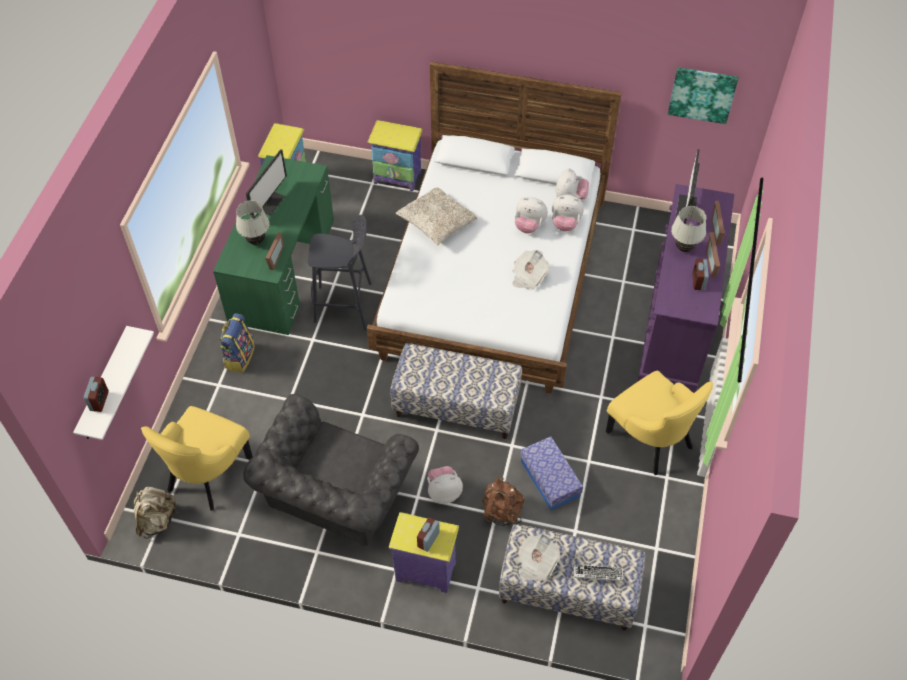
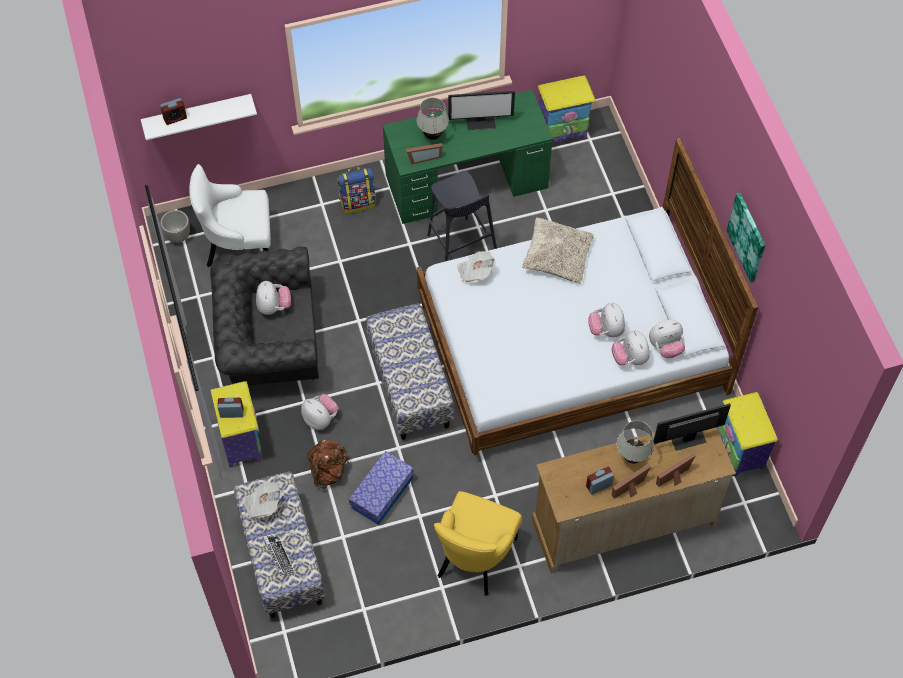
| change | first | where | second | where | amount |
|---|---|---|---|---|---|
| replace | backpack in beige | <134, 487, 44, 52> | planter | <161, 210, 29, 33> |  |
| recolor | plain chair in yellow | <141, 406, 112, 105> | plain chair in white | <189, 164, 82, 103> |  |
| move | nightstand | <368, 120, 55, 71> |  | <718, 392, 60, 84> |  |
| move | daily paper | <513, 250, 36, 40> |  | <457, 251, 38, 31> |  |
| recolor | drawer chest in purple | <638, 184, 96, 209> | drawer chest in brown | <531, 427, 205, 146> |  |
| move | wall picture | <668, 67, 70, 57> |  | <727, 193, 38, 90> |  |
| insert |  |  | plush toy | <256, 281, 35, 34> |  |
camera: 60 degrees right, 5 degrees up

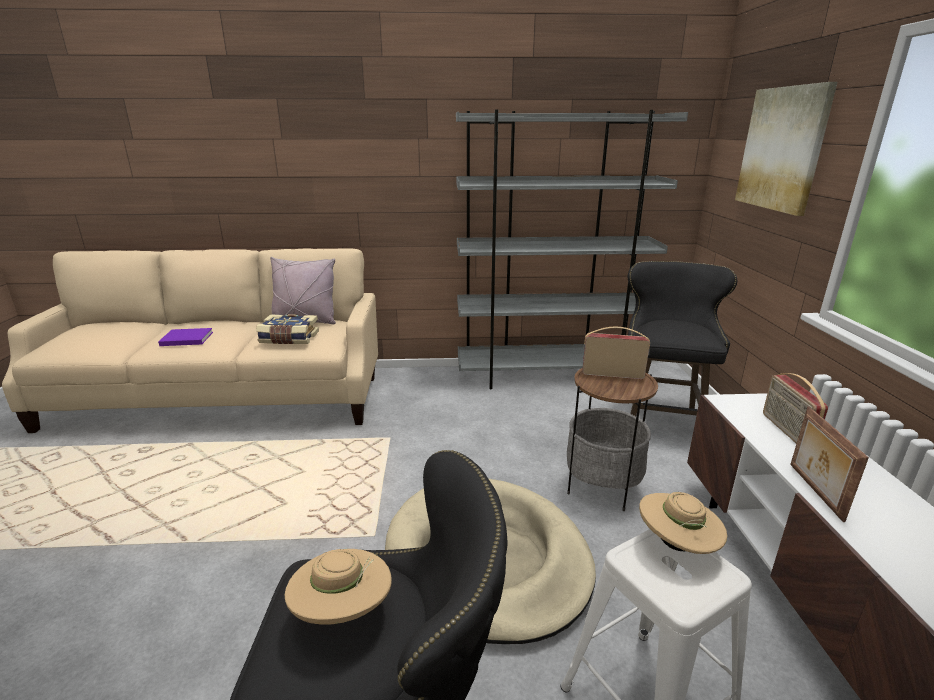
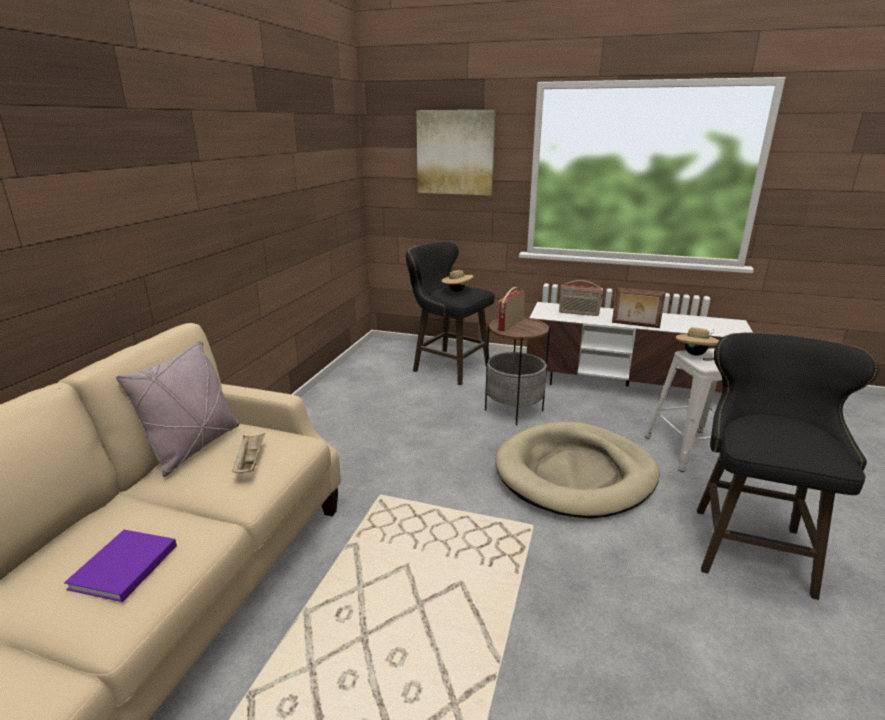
| change | first | where | second | where | amount |
|---|---|---|---|---|---|
| replace | book | <256, 314, 63, 30> | carrying tray in beige | <232, 433, 33, 40> |  |
| move | wearable hat in beige | <285, 549, 107, 76> |  | <441, 270, 32, 22> |  |
| delete | bookcase in gray | <456, 109, 232, 280> |  |  |  |
camera: 70 degrees left, 0 degrees up

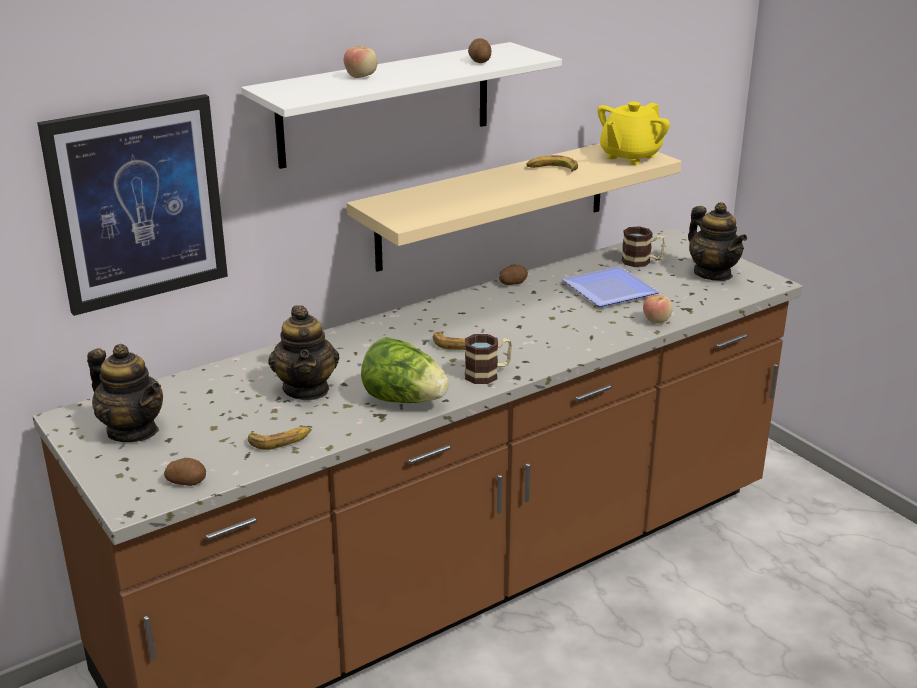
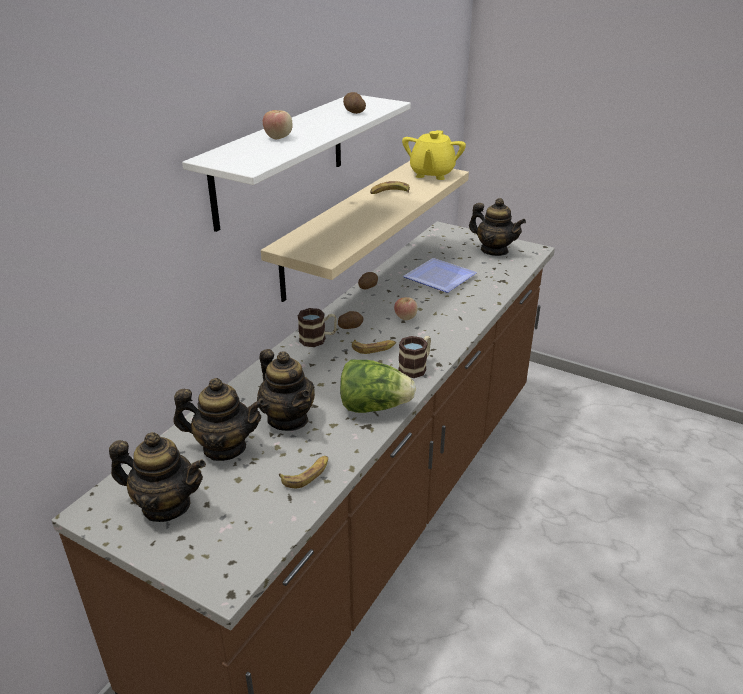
| change | first | where | second | where | amount |
|---|---|---|---|---|---|
| delete | wall picture | <37, 94, 191, 222> |  |  |  |
| move | whole potato | <164, 458, 42, 28> |  | <338, 311, 26, 18> |  |
| move | tea mug | <621, 226, 44, 41> |  | <298, 308, 39, 39> |  |
| move | whole apple | <643, 295, 29, 29> |  | <394, 297, 24, 23> |  |
| insert |  |  | teapot | <173, 378, 92, 83> |  |
camera: 25 degrees left, 5 degrees up

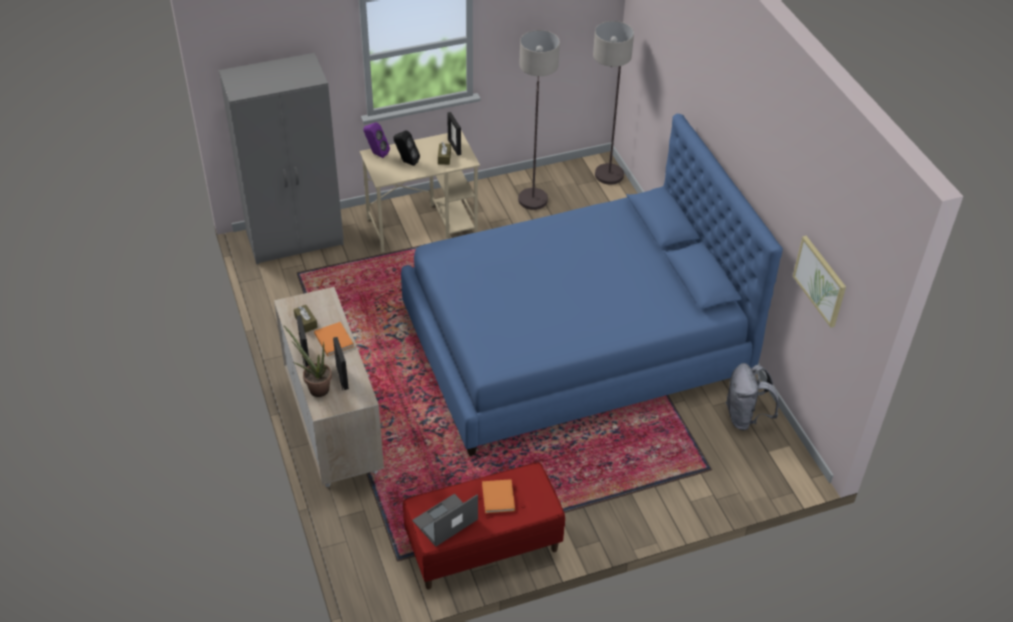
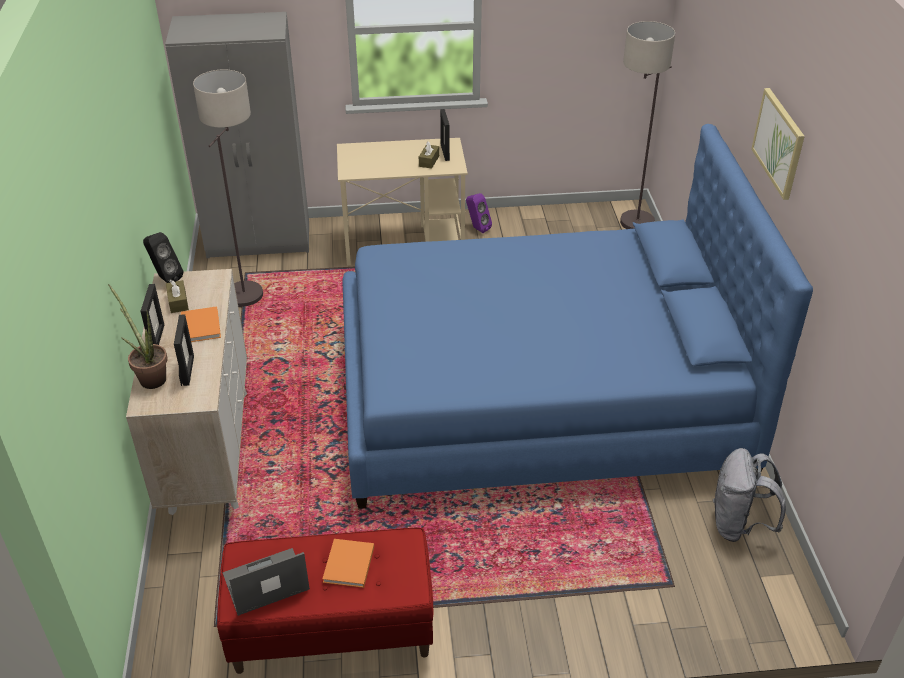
| change | first | where | second | where | amount |
|---|---|---|---|---|---|
| move | speaker in purple | <363, 122, 27, 36> |  | <466, 193, 26, 40> |  |
| move | speaker in blackish | <393, 130, 27, 36> |  | <143, 232, 40, 51> |  |
| move | floor lamp in gray | <518, 30, 42, 180> |  | <193, 69, 70, 238> |  |
| move | wall picture | <793, 236, 53, 92> |  | <751, 88, 54, 112> |  |
camera: 15 degrees right, 5 degrees down

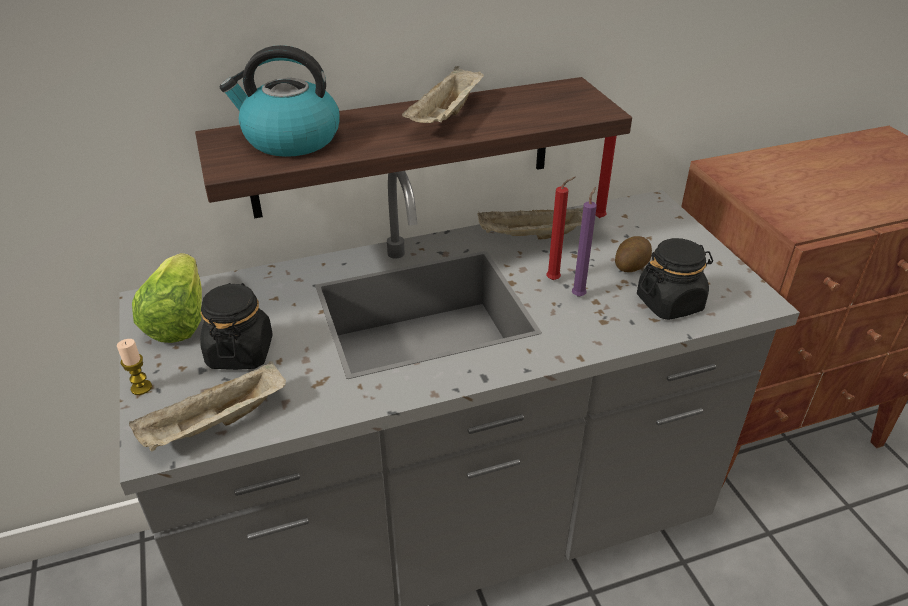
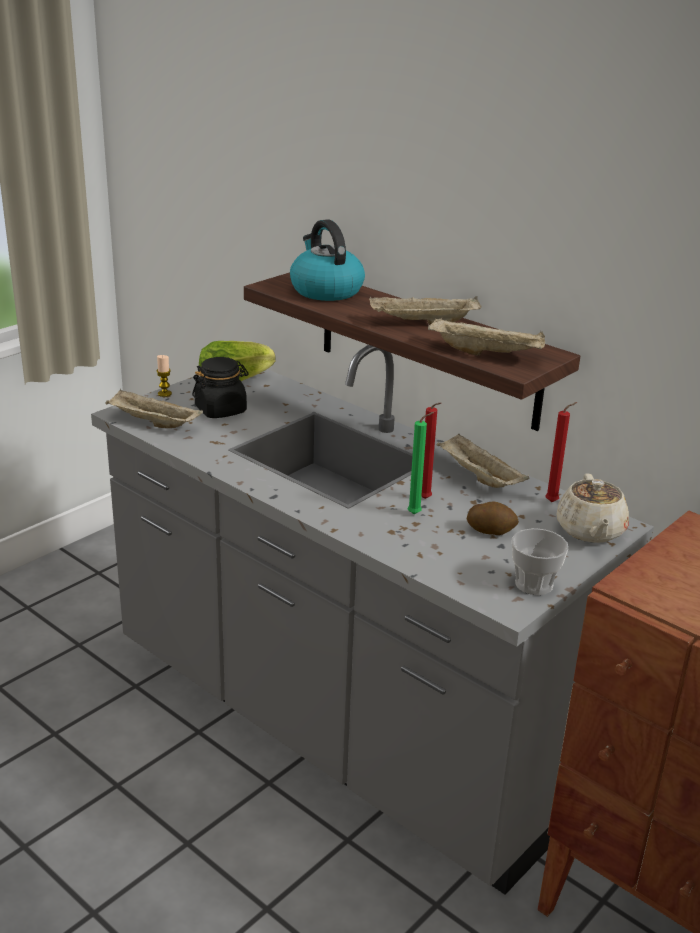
| change | first | where | second | where | amount |
|---|---|---|---|---|---|
| recolor | candle in purple | <572, 187, 25, 110> | candle in greenish | <408, 412, 26, 102> |  |
| delete | storage jar in blackish | <637, 238, 76, 82> |  |  |  |
| insert |  |  | carrying tray in beige | <428, 318, 117, 38> |  |
| insert |  |  | drinking cup | <512, 528, 56, 67> |  |
| insert |  |  | teapot in beige | <556, 473, 73, 70> |  |
camera: 60 degrees right, 10 degrees down

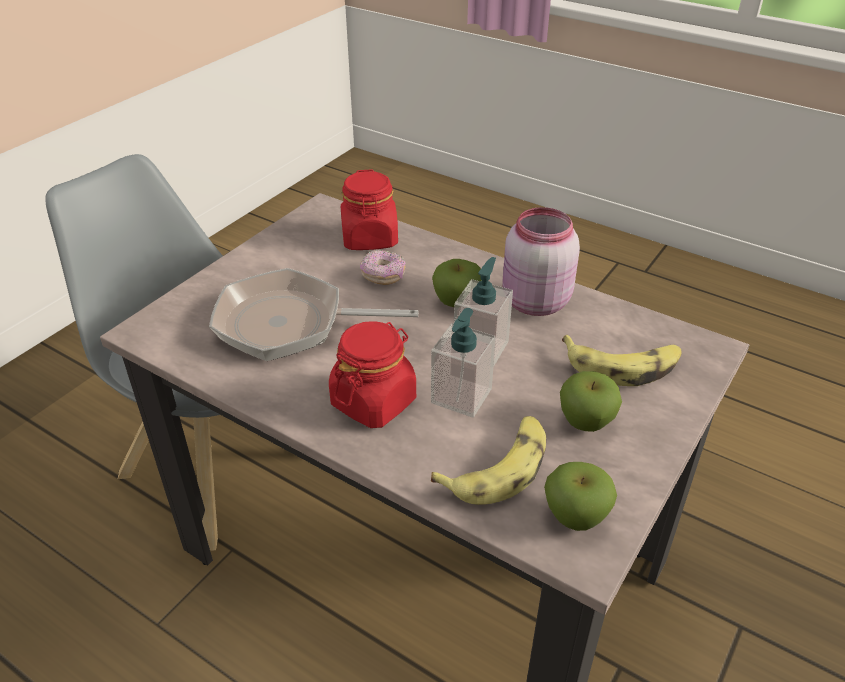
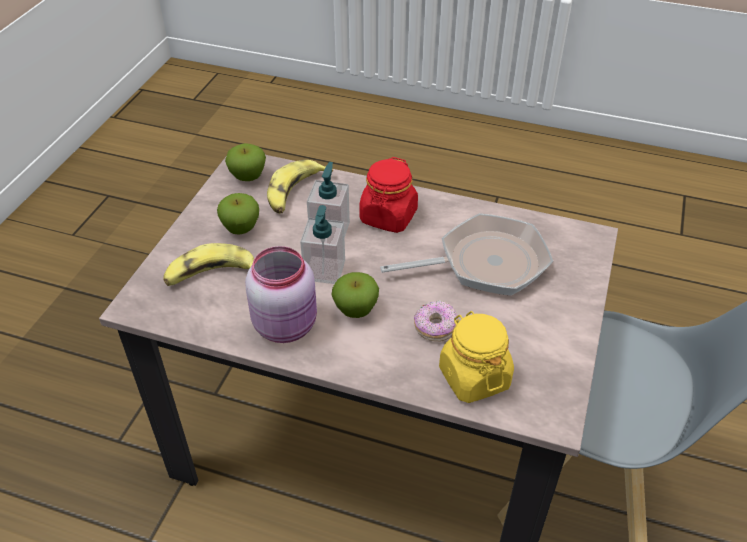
| change | first | where | second | where | amount |
|---|---|---|---|---|---|
| recolor | storage jar in red-coloured | <341, 169, 57, 81> | storage jar in yellow | <439, 311, 75, 92> |  |
camera: 165 degrees right, 5 degrees up

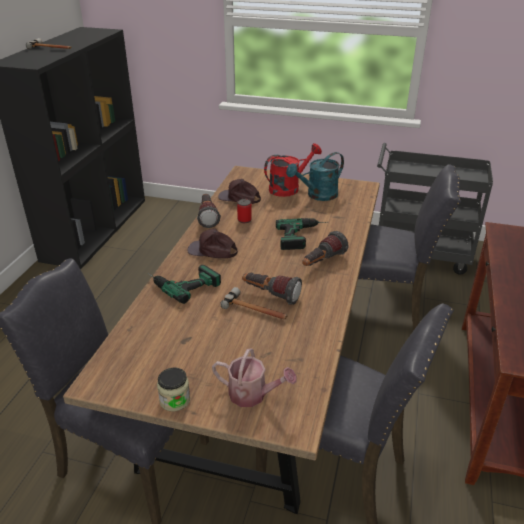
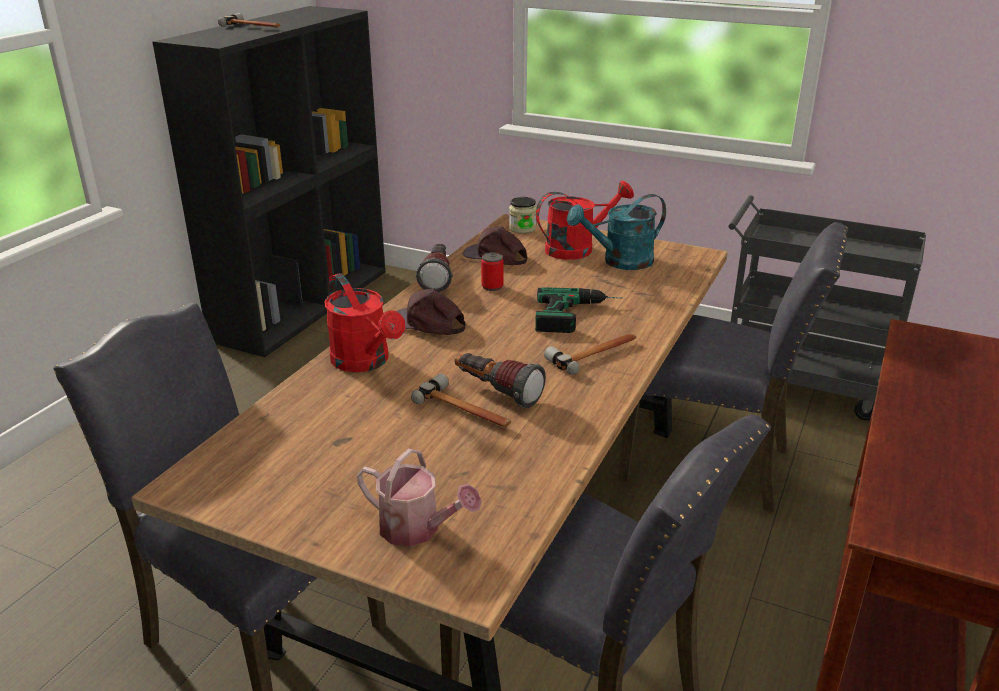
| change | first | where | second | where | amount |
|---|---|---|---|---|---|
| replace | electric drill | <148, 265, 73, 39> | watering can in red-coloured | <324, 273, 81, 99> |  |
| move | storage jar | <157, 367, 33, 44> |  | <509, 197, 28, 36> |  |
| replace | torch | <302, 231, 46, 35> | hand hammer | <544, 333, 93, 42> |  |
camera: 10 degrees right, 5 degrees down

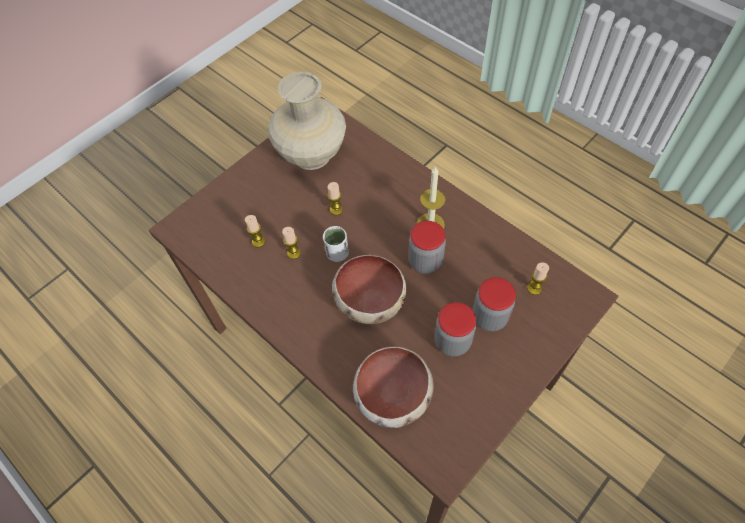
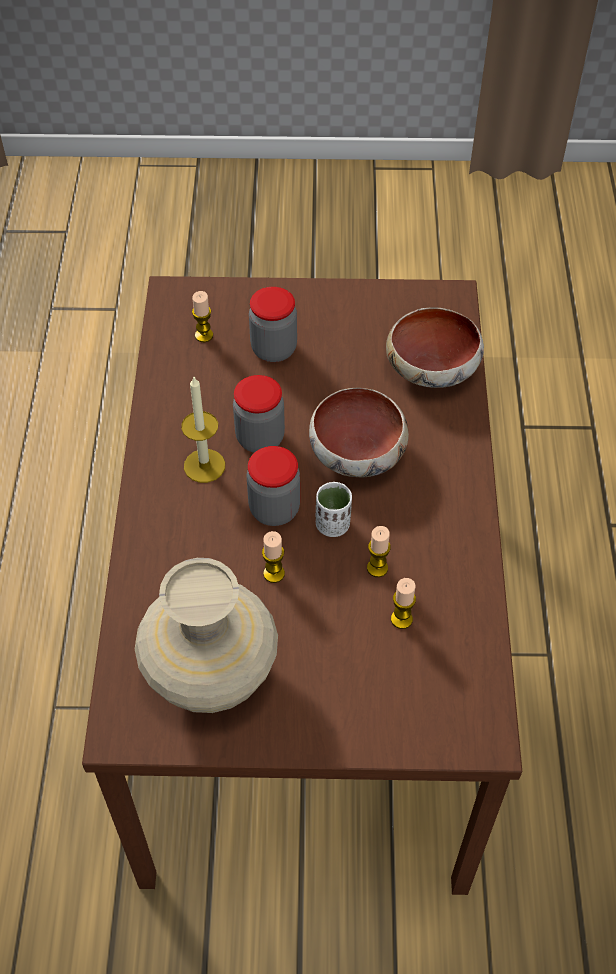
| change | first | where | second | where | amount |
|---|---|---|---|---|---|
| move | storage jar | <434, 302, 42, 55> |  | <247, 446, 53, 80> |  |
camera: 135 degrees left, 5 degrees down

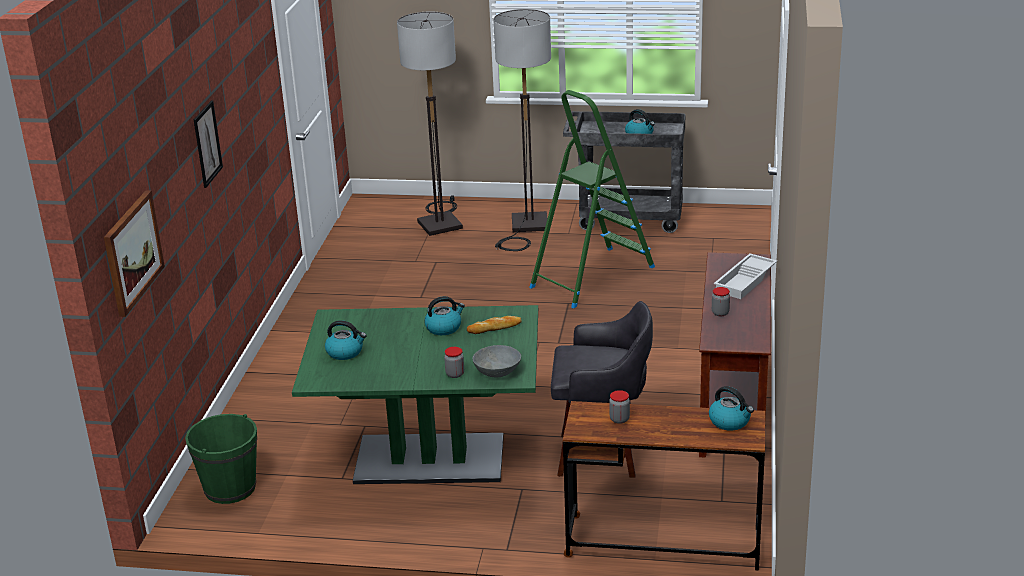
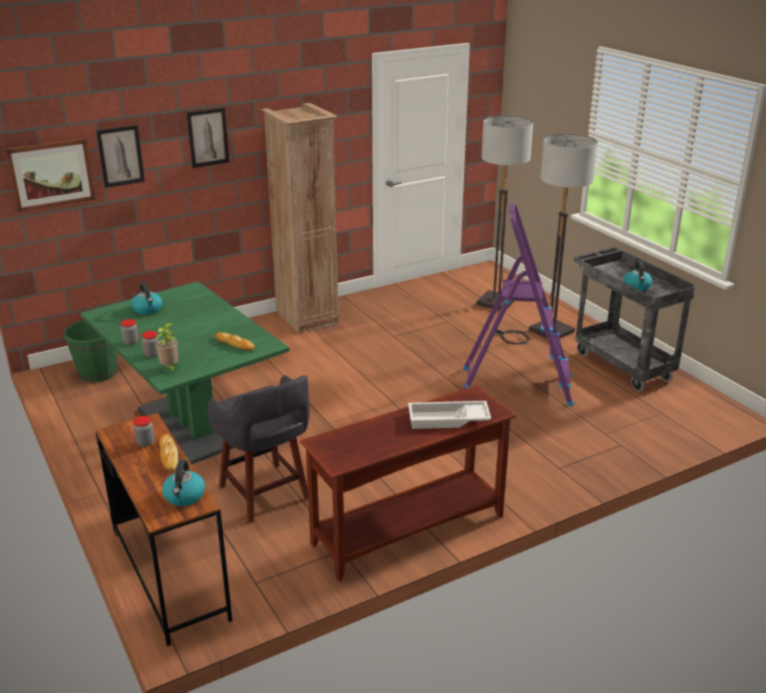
| change | first | where | second | where | amount |
|---|---|---|---|---|---|
| delete | tea kettle | <424, 296, 41, 39> |  |  |  |
| replace | serving bowl in gray | <472, 345, 49, 32> | plant in a pot | <155, 323, 23, 50> |  |
| recolor | step stool in greenish | <529, 90, 126, 218> | step stool in purple | <462, 203, 111, 203> |  |
| move | storage jar | <712, 287, 18, 29> |  | <121, 319, 18, 26> |  |
| insert |  |  | wall picture | <96, 125, 49, 63> |  |
| insert |  |  | baked bread | <159, 434, 19, 37> |  |
| insert |  |  | cupboard in brown | <261, 103, 78, 231> |  |
camera: 50 degrees right, 0 degrees up

